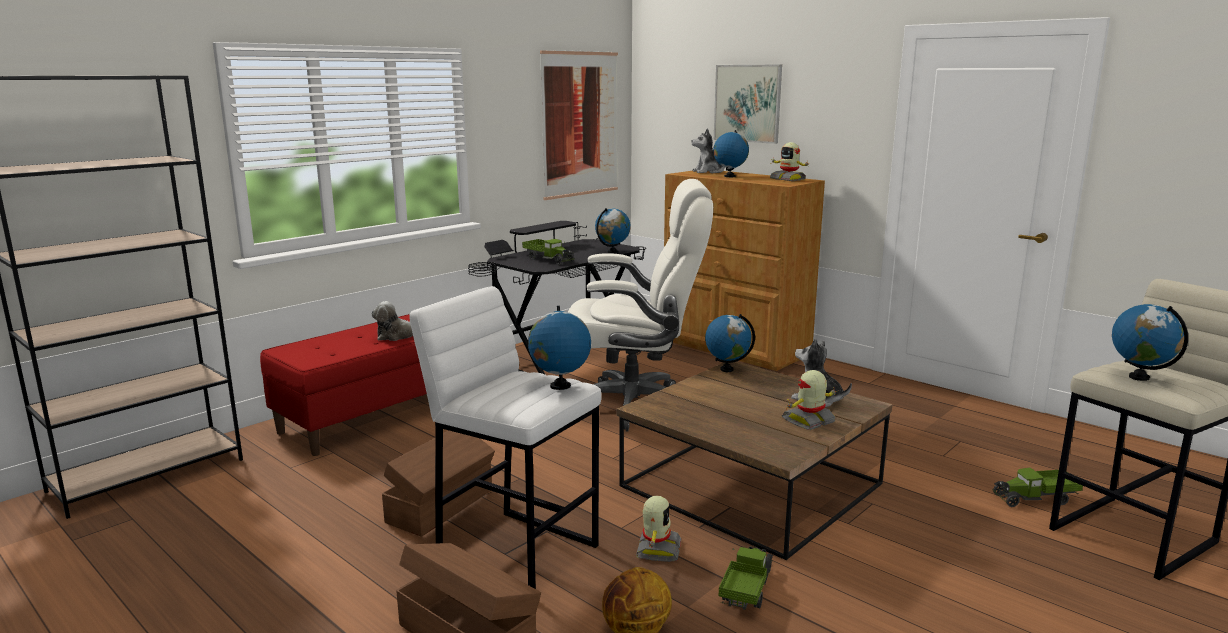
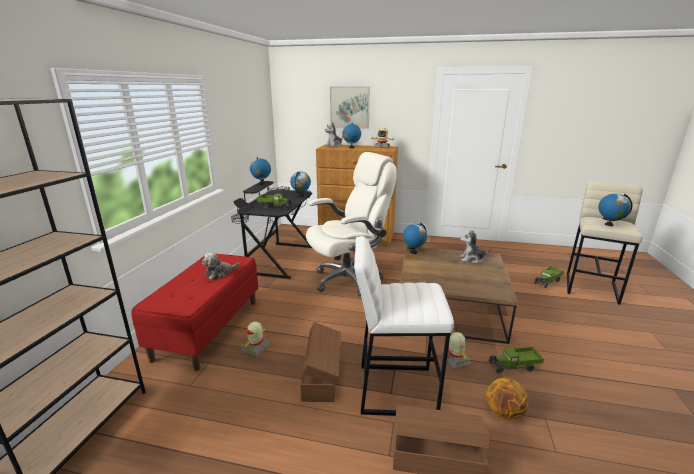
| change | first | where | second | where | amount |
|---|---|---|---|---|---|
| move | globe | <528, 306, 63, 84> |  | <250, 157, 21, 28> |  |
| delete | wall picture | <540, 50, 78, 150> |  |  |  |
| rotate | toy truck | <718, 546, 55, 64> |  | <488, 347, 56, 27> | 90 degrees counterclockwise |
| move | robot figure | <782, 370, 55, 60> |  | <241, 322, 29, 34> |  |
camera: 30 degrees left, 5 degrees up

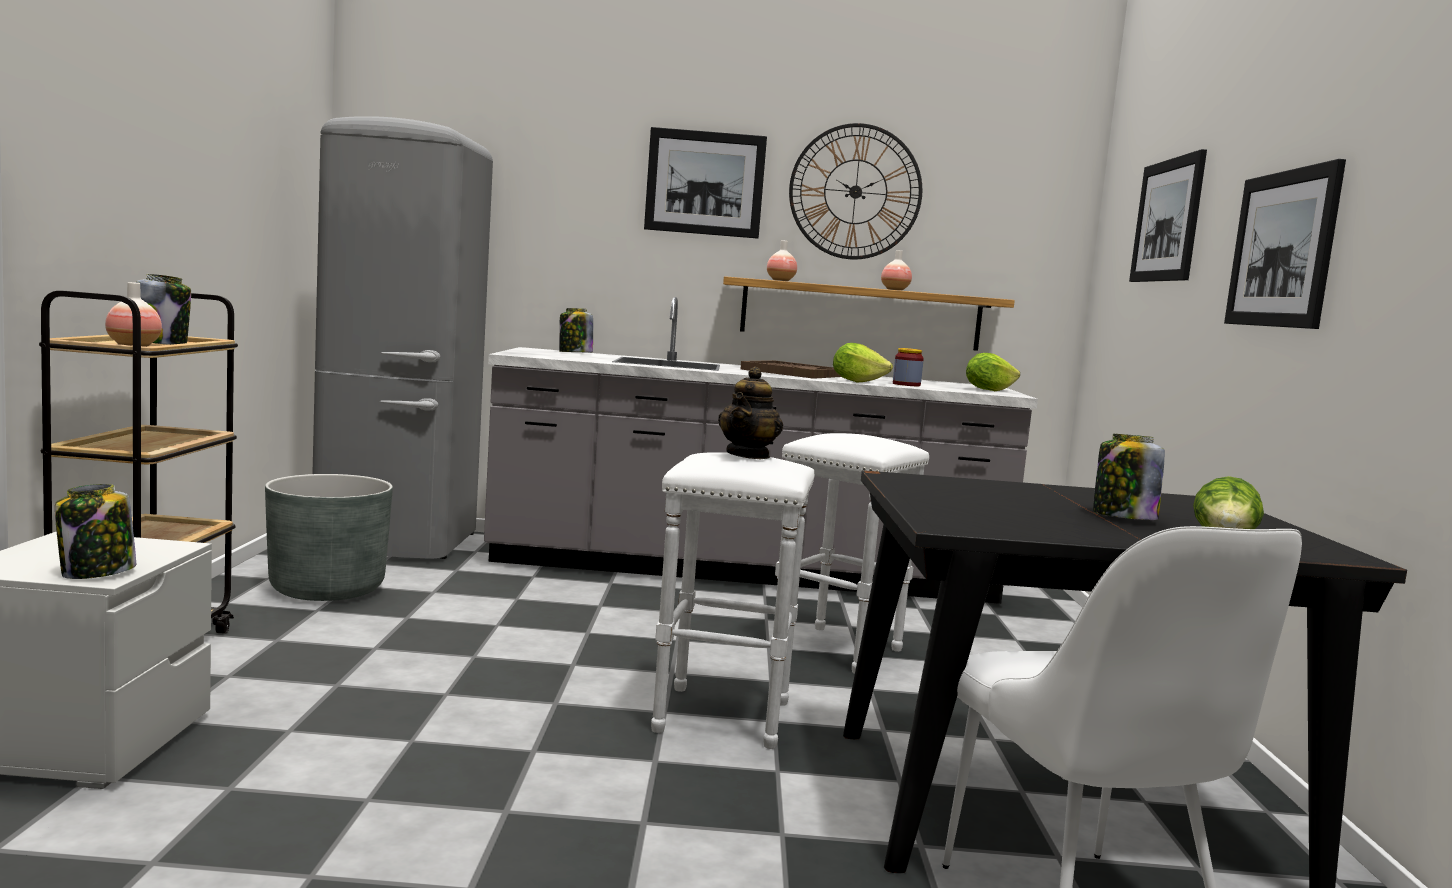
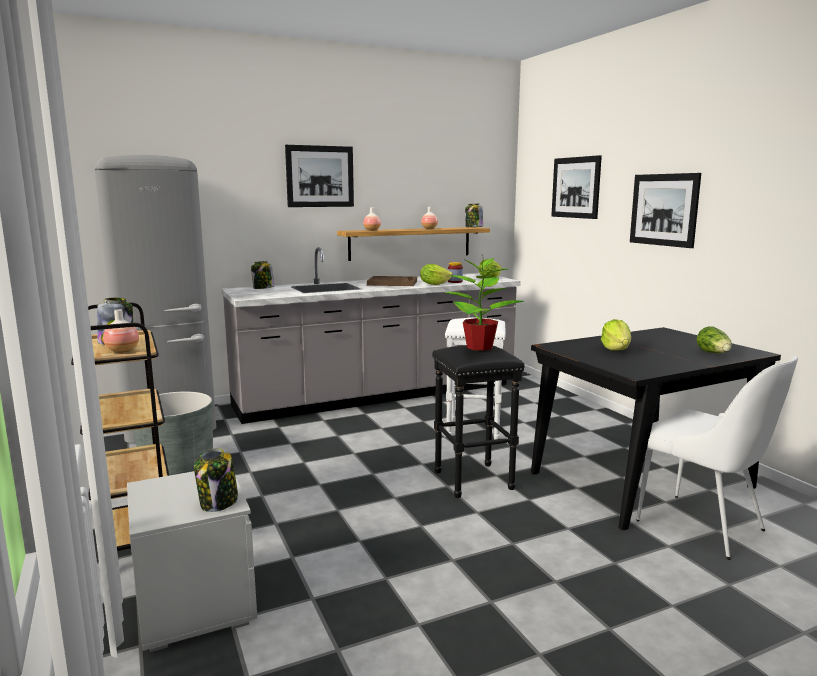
| change | first | where | second | where | amount |
|---|---|---|---|---|---|
| recolor | stool seat in white | <651, 452, 163, 297> | stool seat in blackish | <432, 345, 92, 153> |  |
| replace | teapot | <718, 367, 65, 92> | plant in a pot | <444, 255, 80, 96> |  |
| delete | hanging clock | <789, 123, 133, 137> |  |  |  |
| move | storage jar | <1093, 434, 72, 86> |  | <465, 204, 18, 23> |  |
| insert |  |  | head of lettuce | <601, 319, 30, 32> |  |
camera: 25 degrees left, 5 degrees up

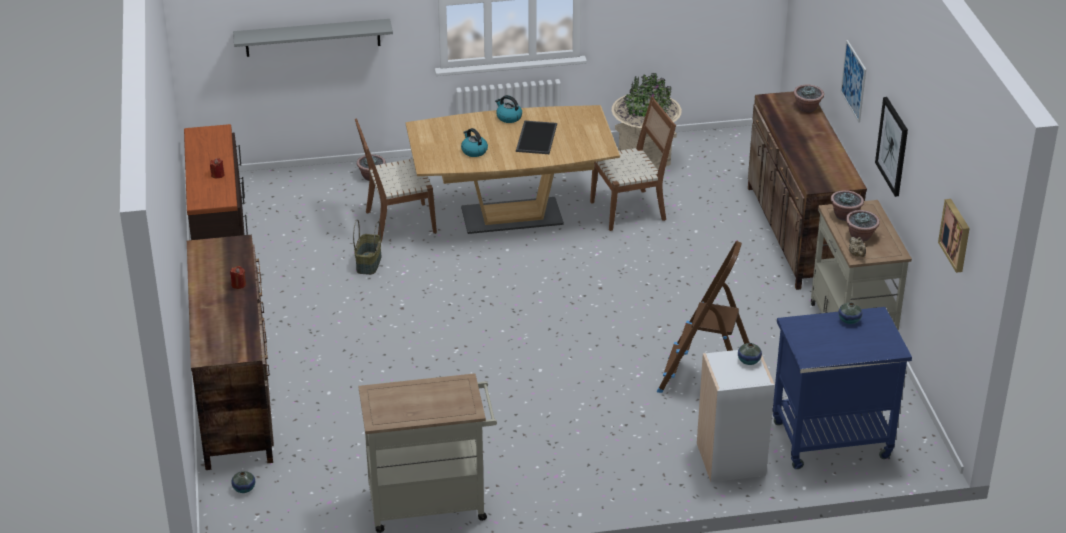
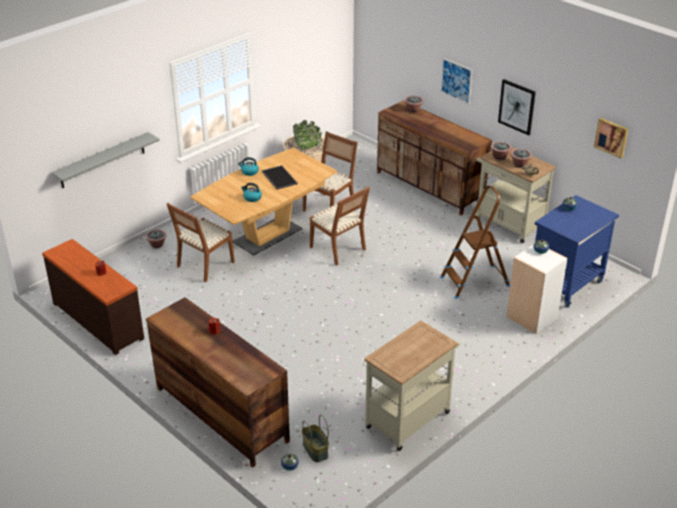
| change | first | where | second | where | amount |
|---|---|---|---|---|---|
| move | household basket | <353, 219, 29, 56> |  | <302, 415, 27, 47> |  |
| insert |  |  | plain chair | <310, 186, 60, 79> |  |
camera: 35 degrees left, 0 degrees up

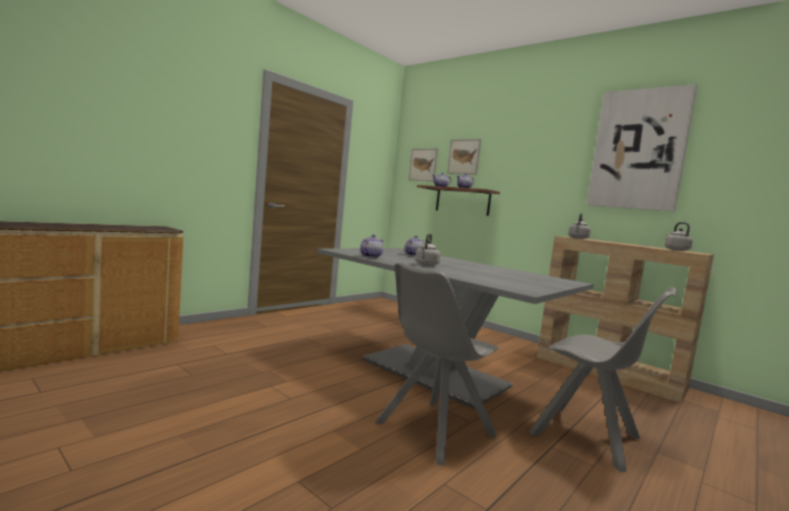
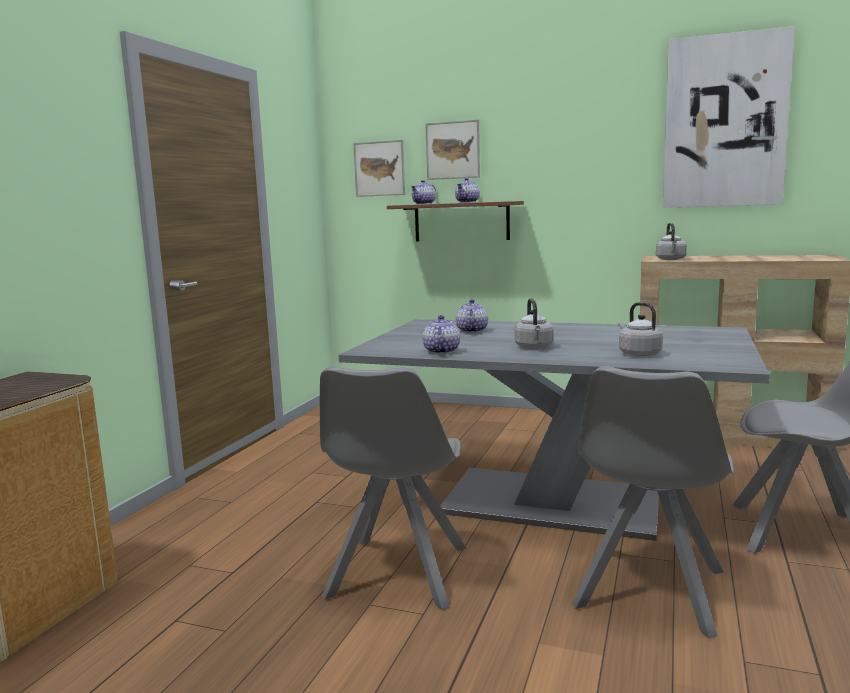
| change | first | where | second | where | amount |
|---|---|---|---|---|---|
| move | tea kettle in gray | <665, 222, 28, 29> |  | <618, 302, 45, 55> |  |
| insert |  |  | plain chair in gray | <320, 366, 147, 244> |  |
camera: 20 degrees left, 5 degrees up

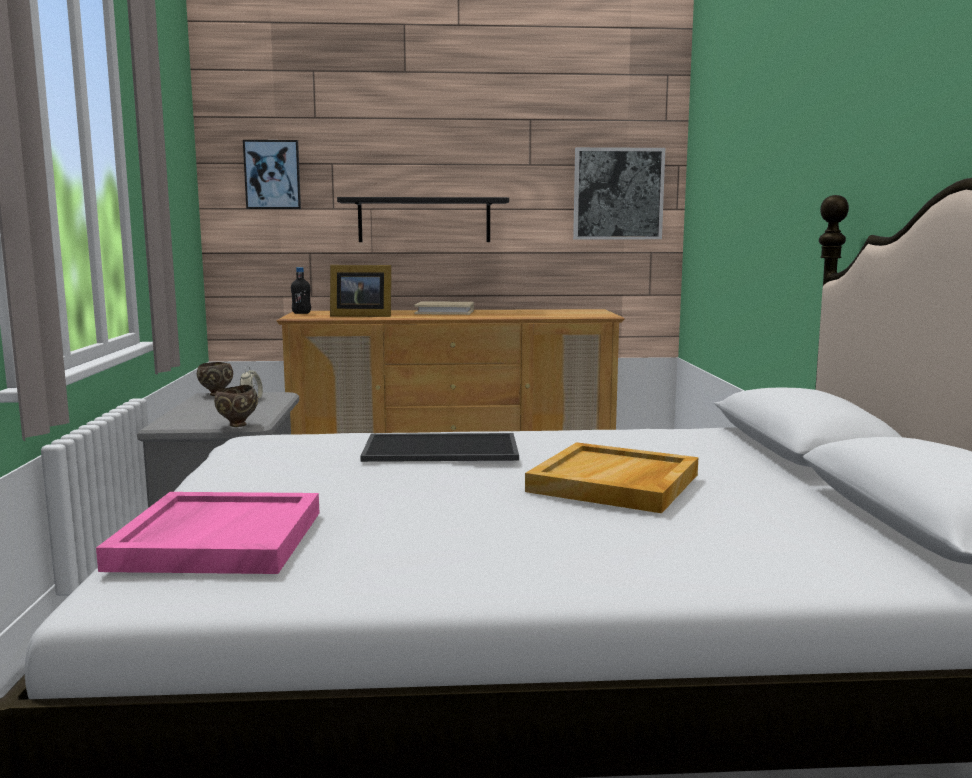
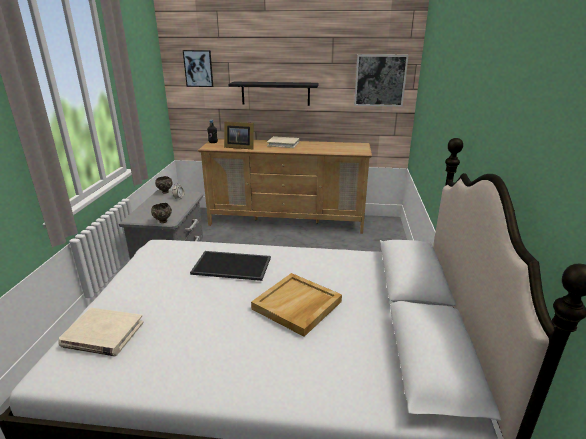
| change | first | where | second | where | amount |
|---|---|---|---|---|---|
| replace | carrying tray in pink-coloured | <96, 492, 223, 82> | book in beige | <58, 308, 86, 48> |  |
camera: 10 degrees right, 15 degrees up

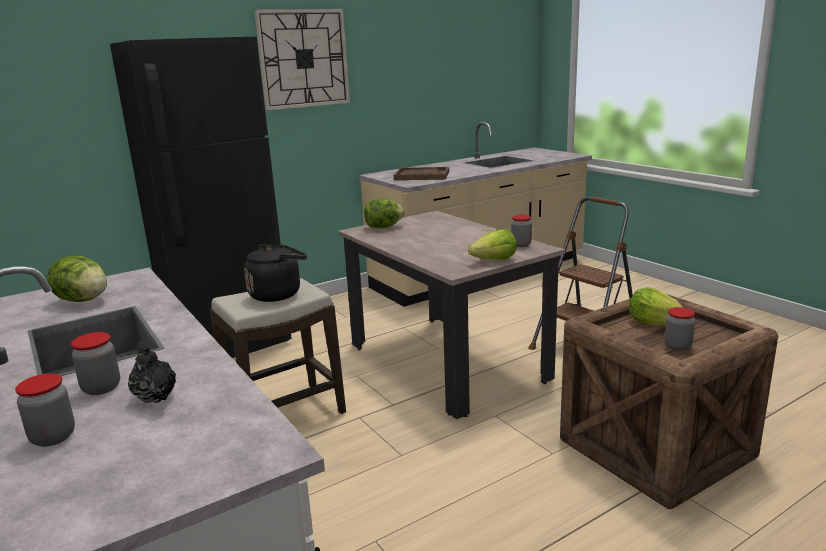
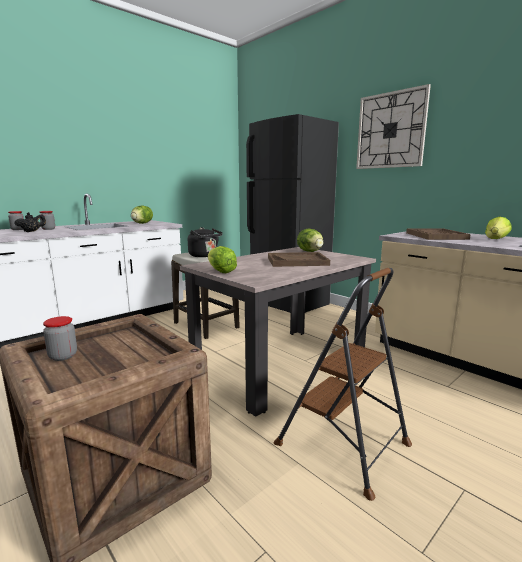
| change | first | where | second | where | amount |
|---|---|---|---|---|---|
| delete | storage jar | <511, 215, 21, 32> |  |  |  |
| move | head of lettuce | <629, 287, 55, 39> |  | <485, 217, 27, 22> |  |
| insert |  |  | carrying tray in brown | <268, 252, 62, 15> |  |
camera: 80 degrees right, 5 degrees down

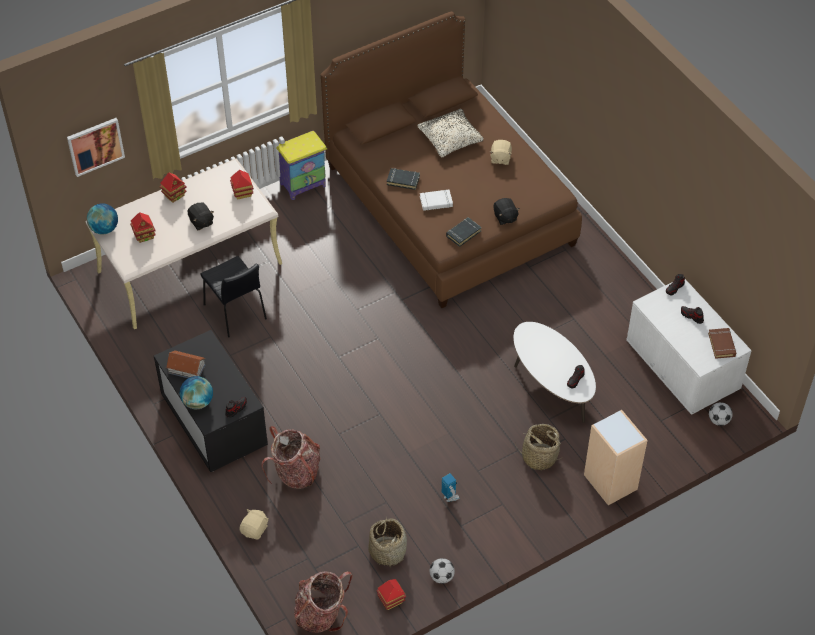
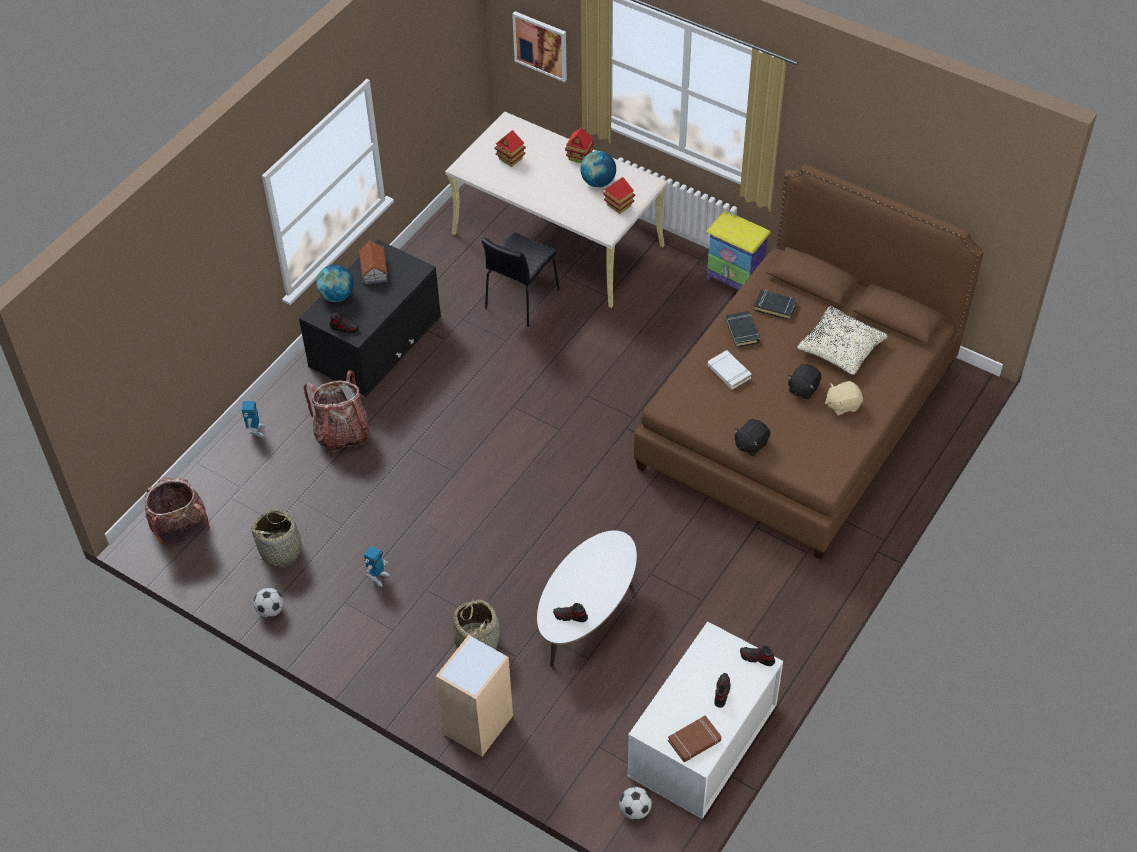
| change | first | where | second | where | amount |
|---|---|---|---|---|---|
| move | globe | <87, 203, 31, 32> |  | <580, 151, 36, 36> |  |
| move | plush toy in blackish | <188, 203, 26, 27> |  | <788, 364, 33, 36> |  |
| replace | plush toy in beige | <240, 509, 29, 31> | robot figure | <242, 401, 24, 36> |  |
| delete | miniature house | <376, 579, 30, 31> |  |  |  |
| move | book in blackish | <446, 217, 36, 30> |  | <753, 289, 44, 31> |  |
camera: 65 degrees right, 0 degrees up

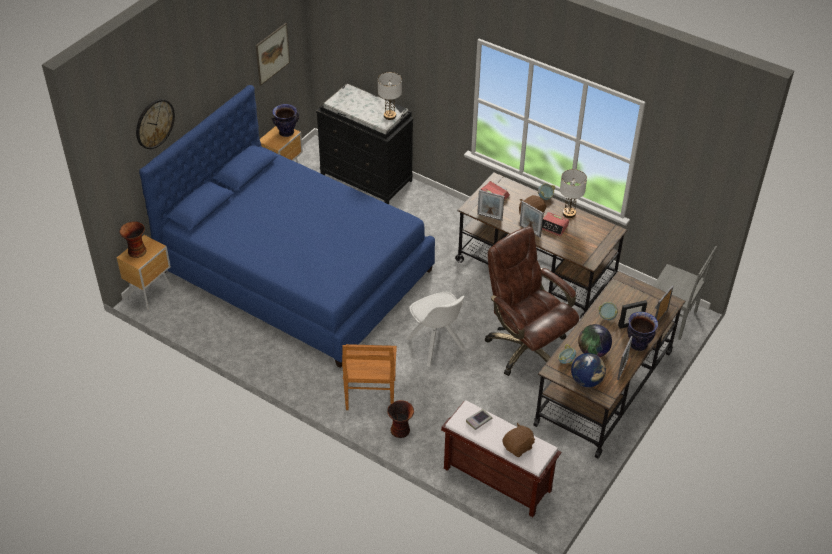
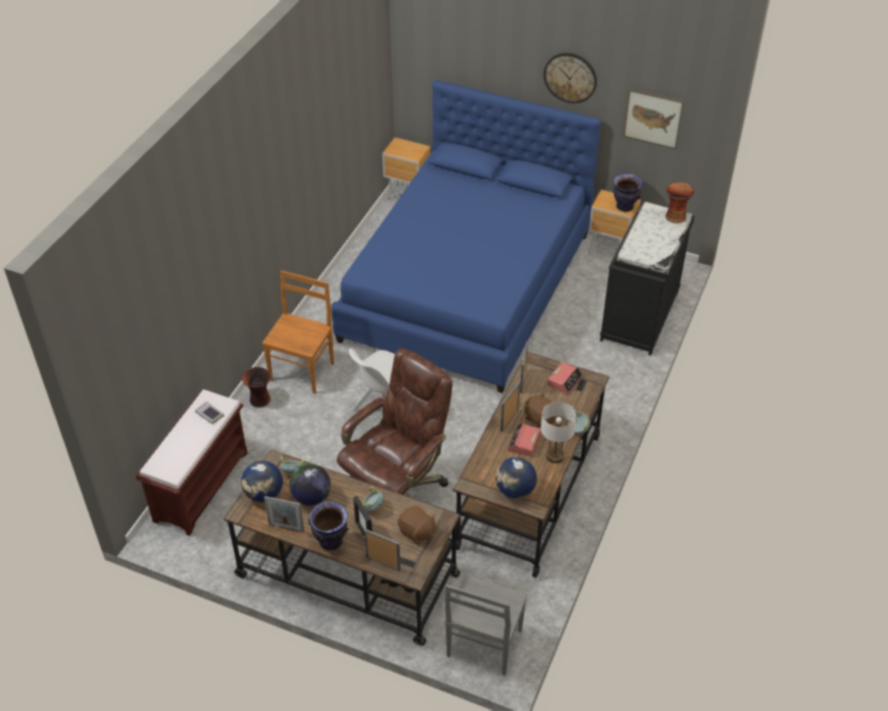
| change | first | where | second | where | amount |
|---|---|---|---|---|---|
| move | decorative vase | <119, 221, 28, 37> |  | <666, 182, 28, 41> |  |
| move | hanging clock | <136, 99, 39, 50> |  | <544, 53, 53, 50> |  |
| rotate | plain chair in brown | <342, 344, 55, 66> |  | <262, 270, 72, 124> | 120 degrees clockwise |
| delete | table lamp | <378, 72, 24, 48> |  |  |  |
| move | plush toy in brown | <503, 423, 32, 34> |  | <397, 506, 38, 39> |  |
| insert |  |  | globe | <496, 457, 41, 42> |  |
camera: 80 degrees right, 0 degrees up

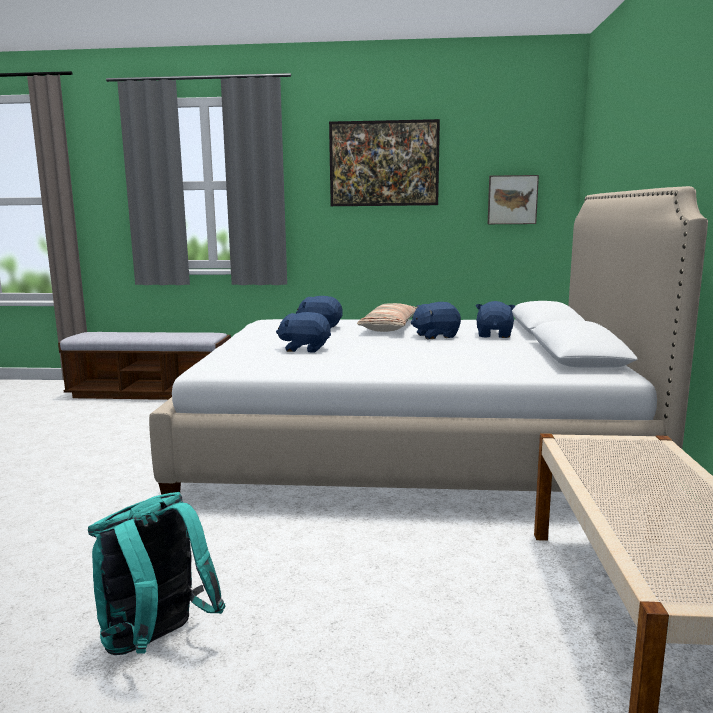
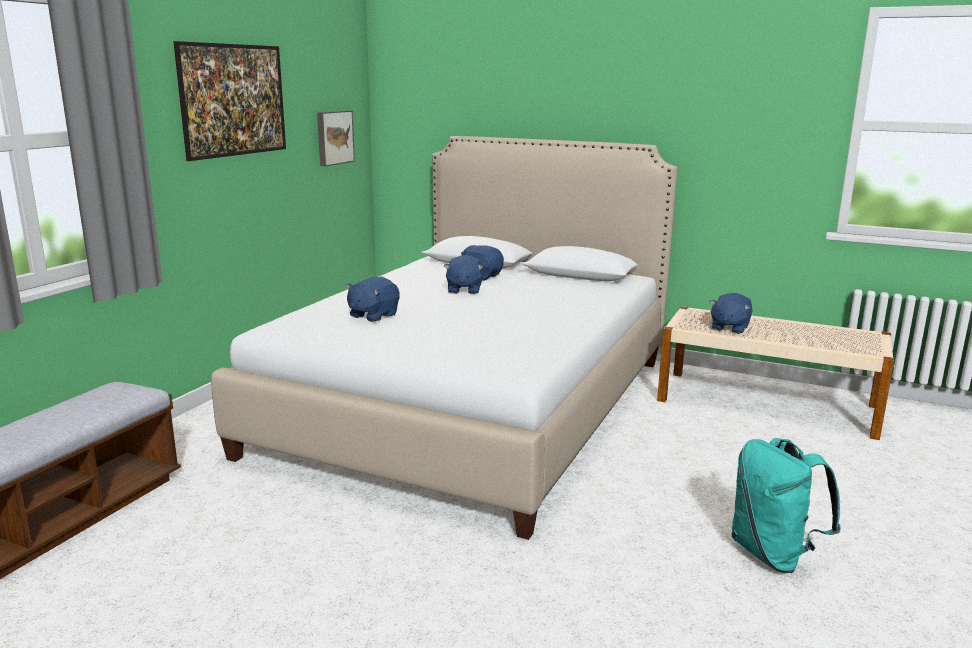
| change | first | where | second | where | amount |
|---|---|---|---|---|---|
| move | plush toy in blue | <276, 312, 55, 41> |  | <710, 293, 43, 41> |  |
| delete | pillow | <357, 303, 60, 29> |  |  |  |
camera: 70 degrees left, 5 degrees up

